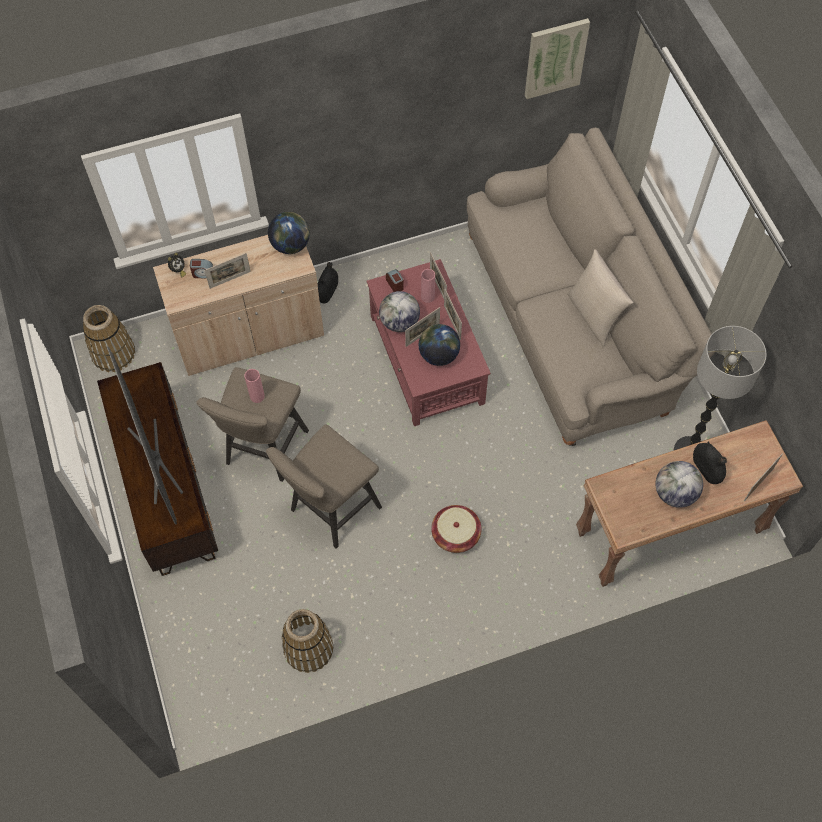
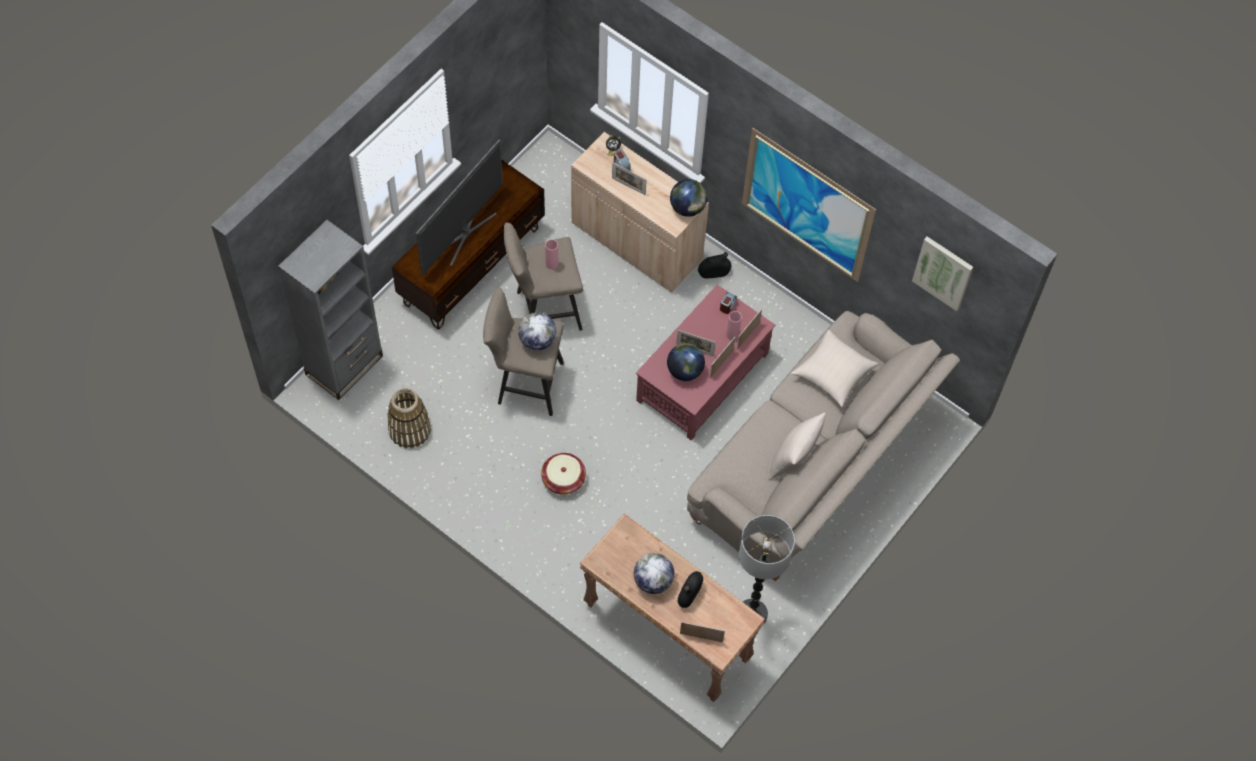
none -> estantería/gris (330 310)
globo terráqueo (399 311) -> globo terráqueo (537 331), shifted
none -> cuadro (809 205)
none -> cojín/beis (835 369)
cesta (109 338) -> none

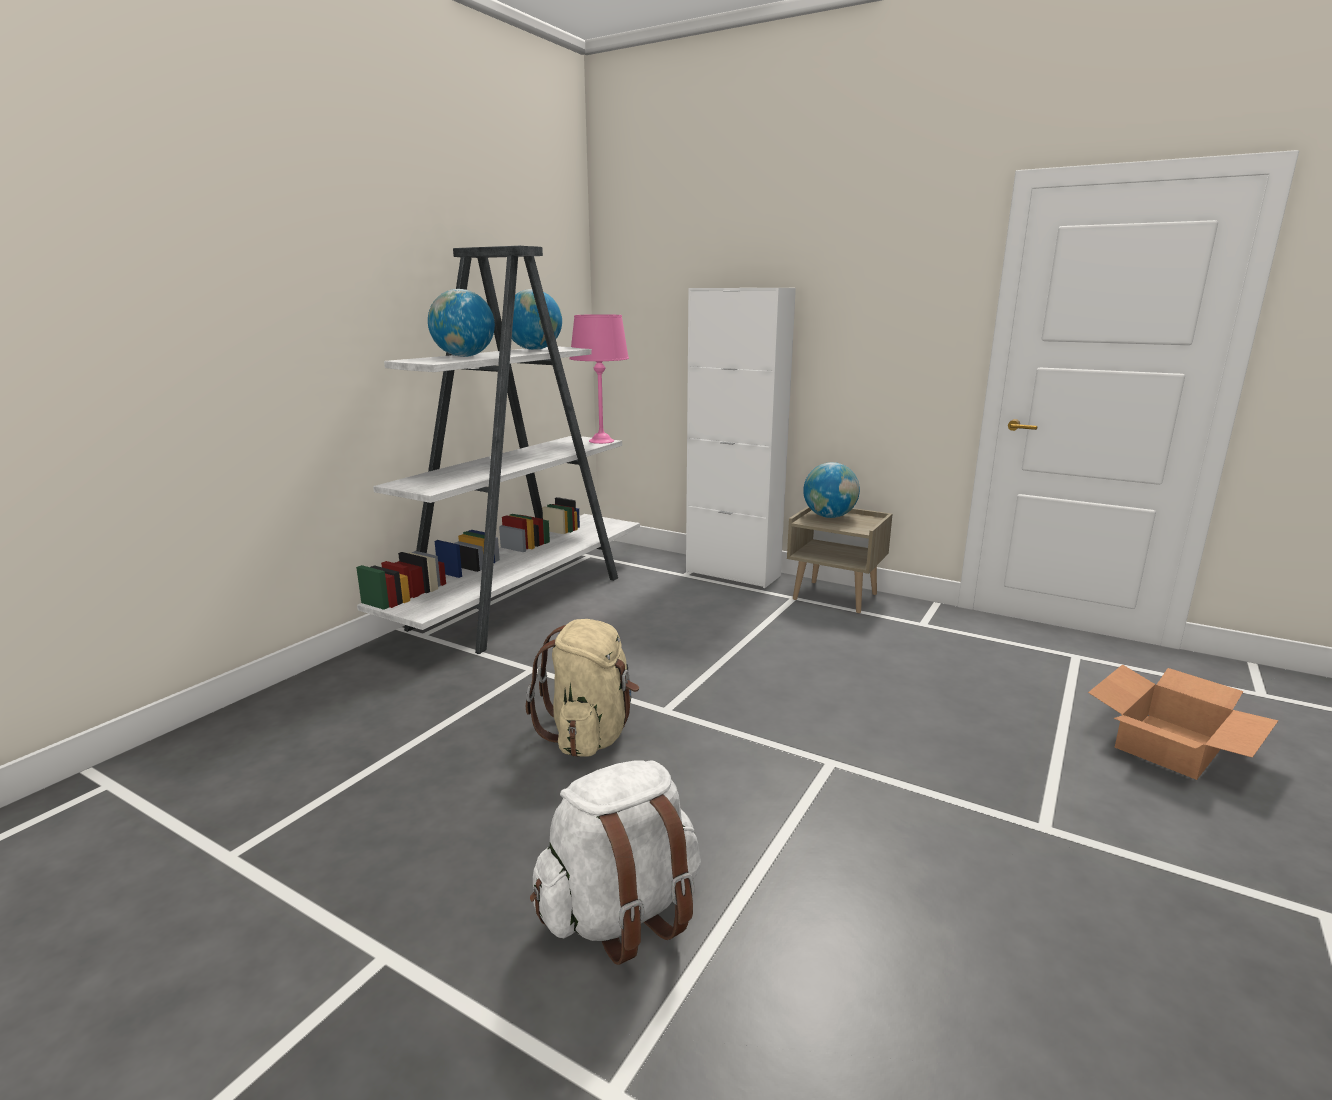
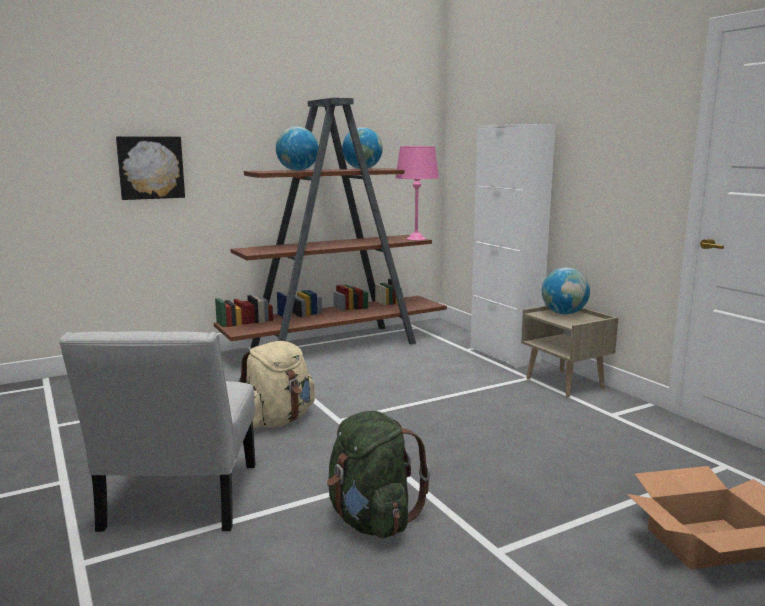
mochila/blanco (615 862) -> silla/blanco (157 431)
none -> cuadro (150 168)
estantería/blanco (498 450) -> estantería/marrón (330 223)
none -> mochila/verde (379 475)

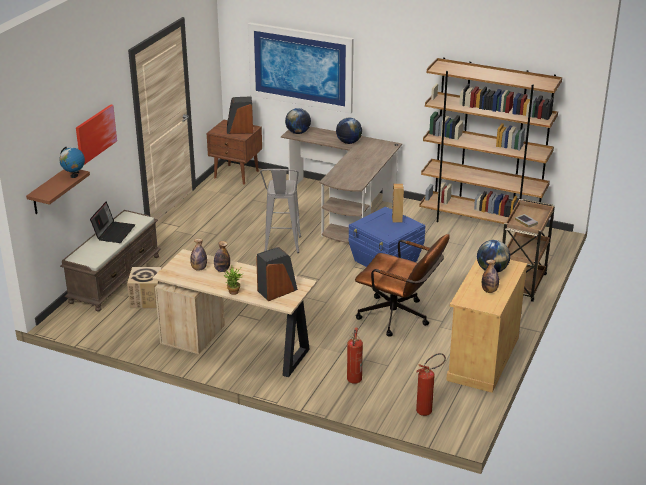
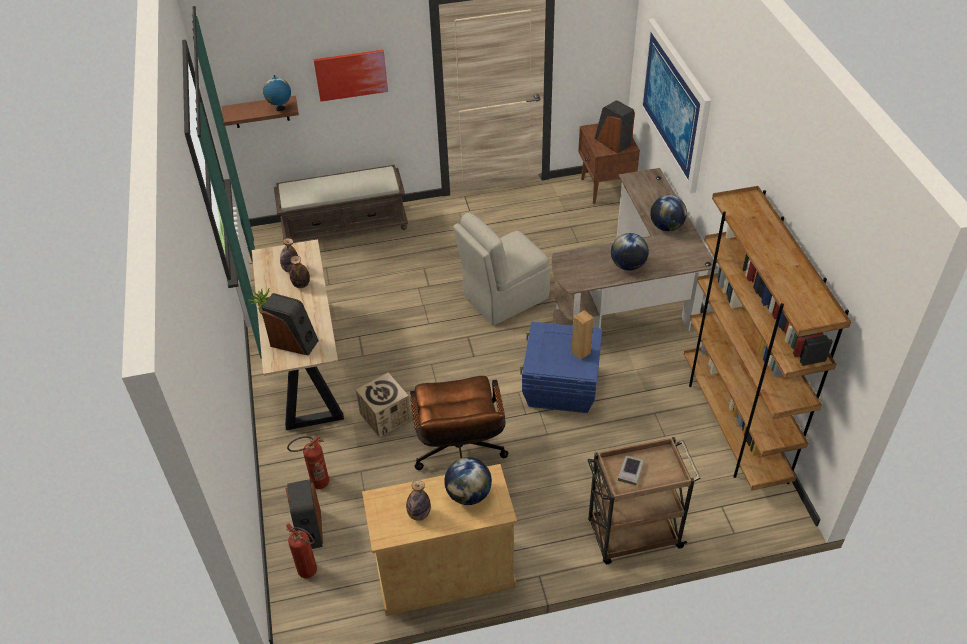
none -> altavoz (304 514)
caja de cartón (144 288) -> caja de cartón (383 405), shifted
taburete/gris (280 211) -> silla/beis (501 269)
globo terráqueo (298 121) -> globo terráqueo (630 252), shifted
portátil (112 222) -> none

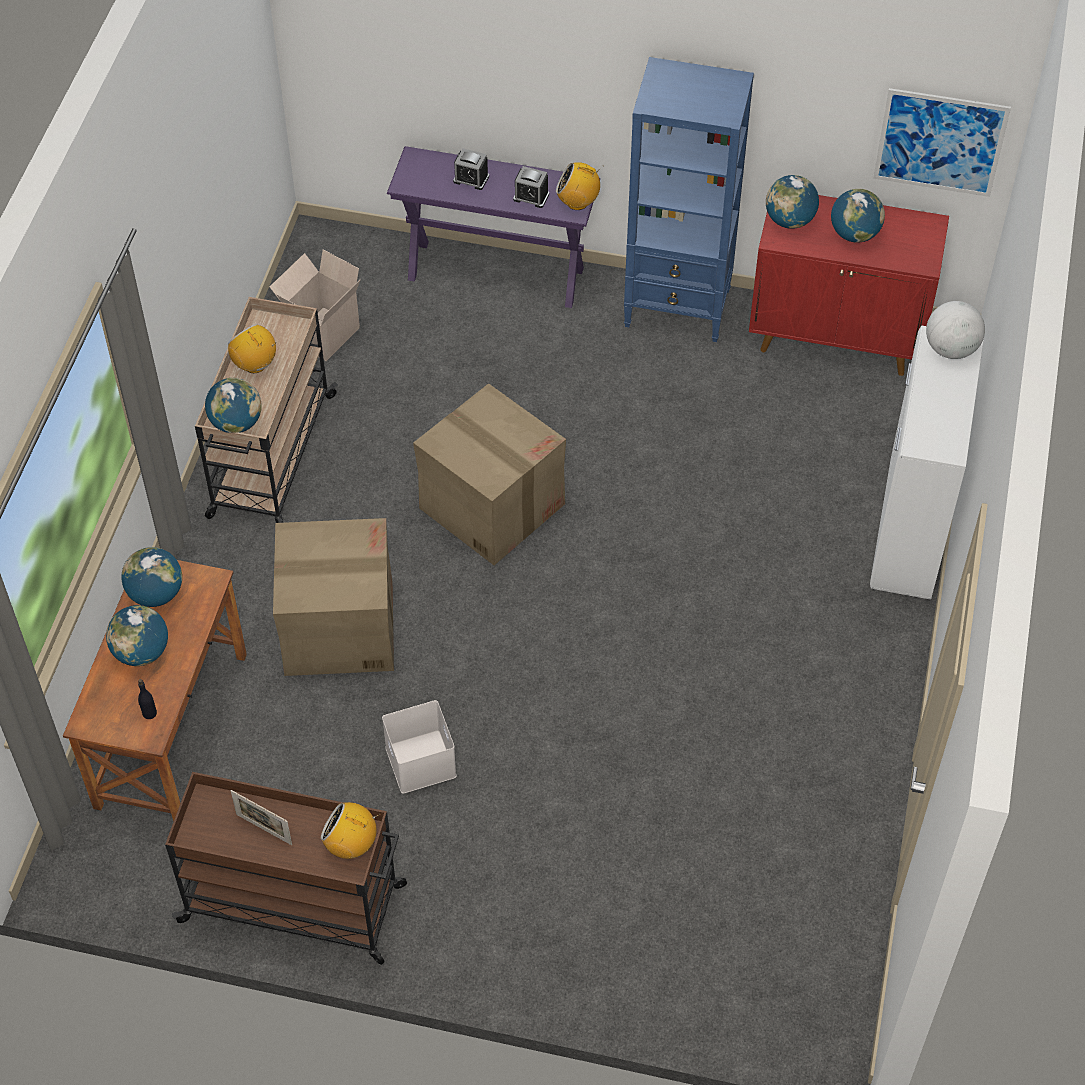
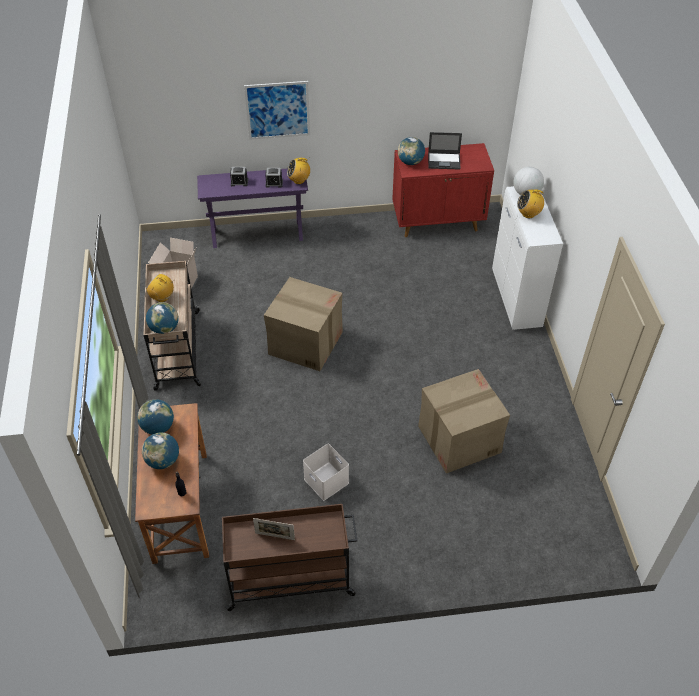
cuadro (942 142) -> cuadro (277 110), shifted
caja de cartón (333 597) -> caja de cartón (464 421), shifted
globo terráqueo (858 216) -> portátil (445 151)
radio (350 830) -> radio (530 204), shifted
estantería/azul (689 199) -> none

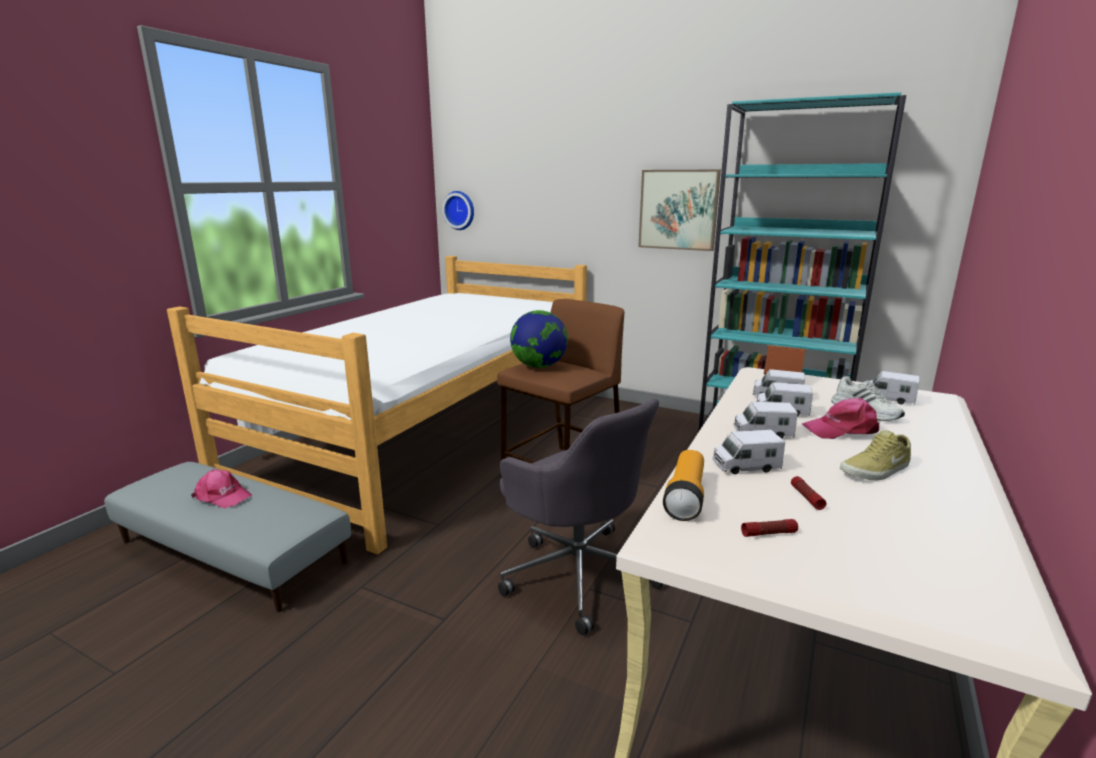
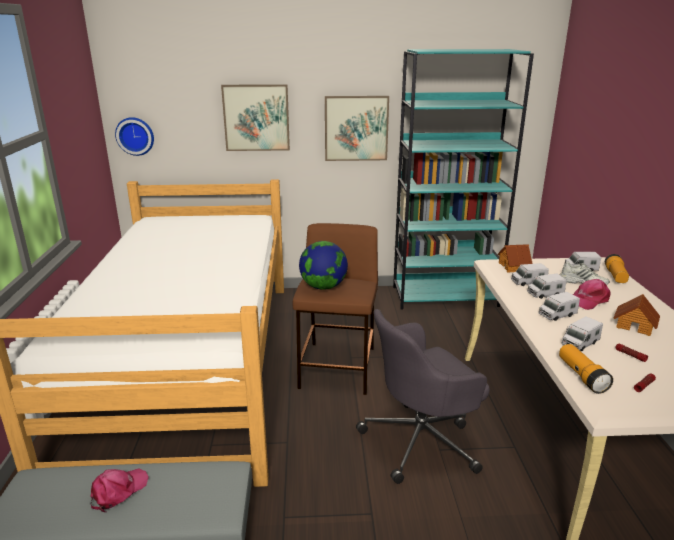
gorra/rosa (221 488) -> gorra/rosa (119 490), 45 degrees counterclockwise
none -> cuadro (255 117)
silla de oficina/gris (582 516) -> silla de oficina/gris (423 396), 135 degrees clockwise
none -> linterna (617 268)
zapato/beis (875 455) -> casita (636 315)

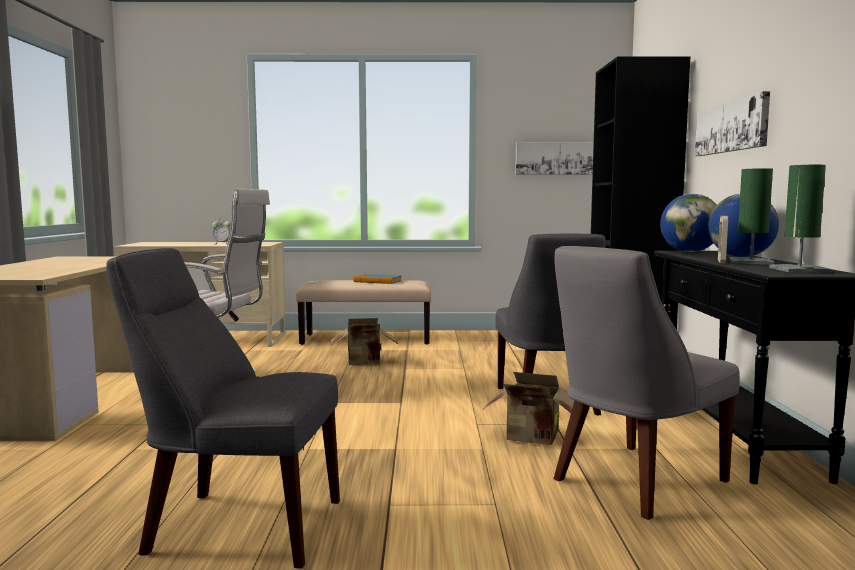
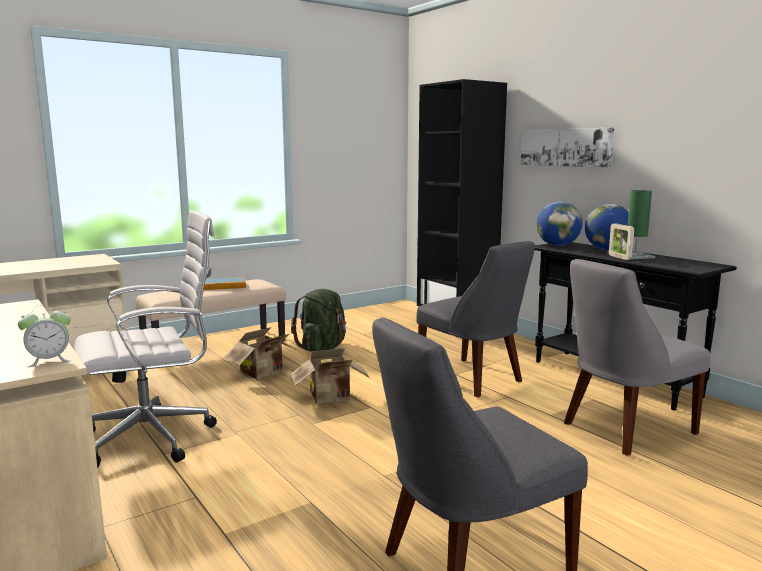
despertador (221 232) -> despertador (44 336), shifted
none -> mochila/verde (318 320)
caja de cartón (528 408) -> caja de cartón (330 376), shifted
silla/gris (646 383) -> silla/gris (637 357), 45 degrees clockwise
cuadro (554 158) -> none
lámpara de mesa/verde (800 218) -> none

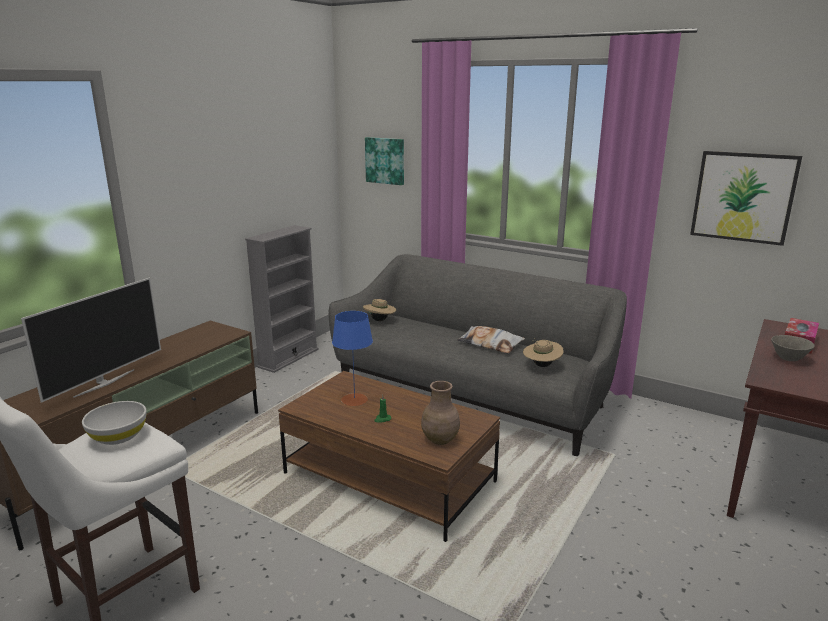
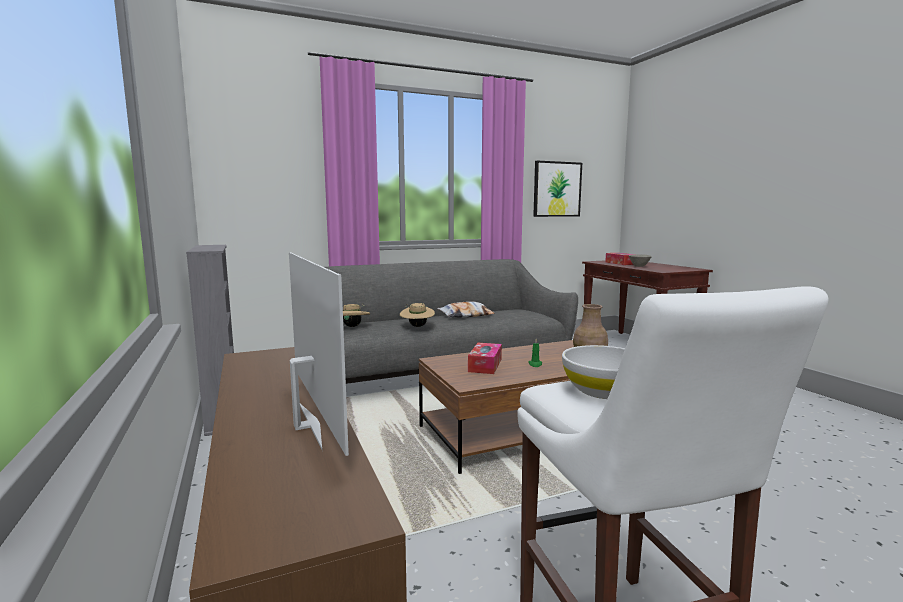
sombrero/beis (543 352) -> sombrero/beis (417 315), shifted
lámpara de mesa/azul (352 358) -> caja de pañuelos (485 358)
cuadro (384 161) -> none

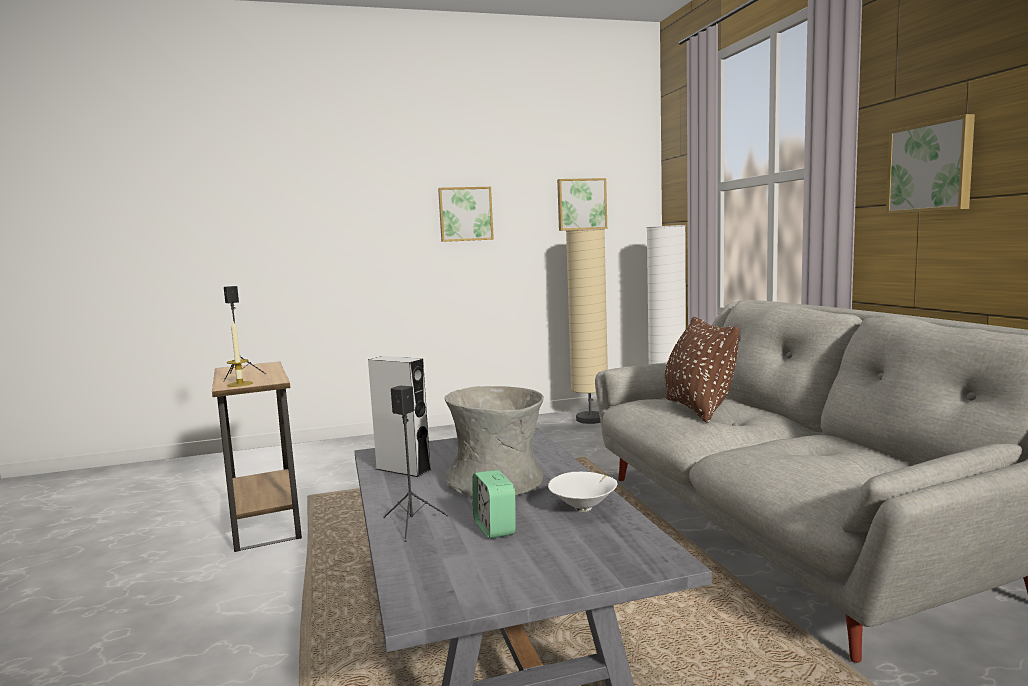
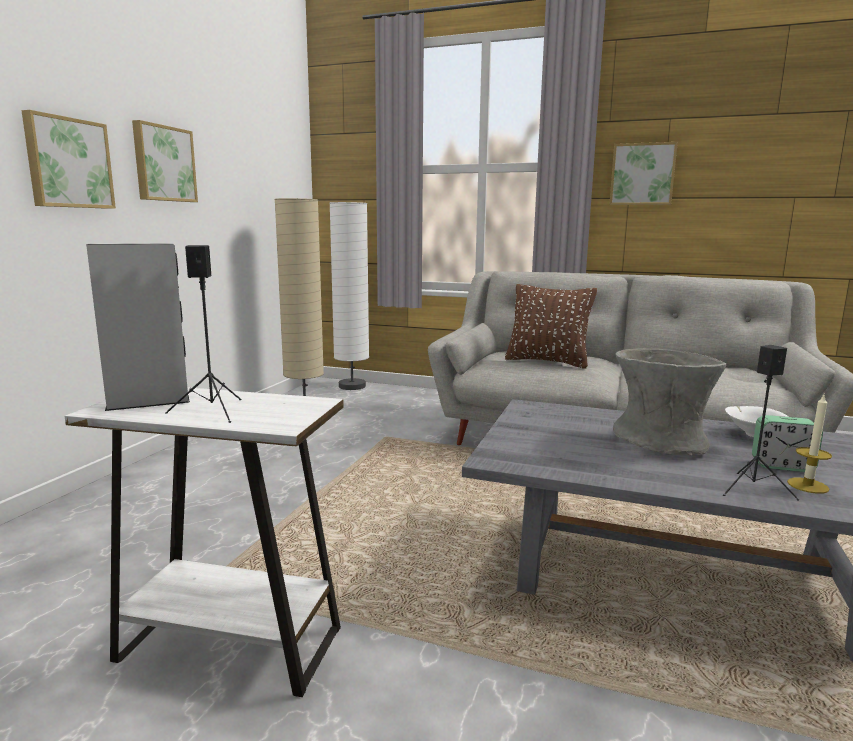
cuadro (582 204) -> cuadro (68 159), shifted
mesa auxiliar/marrón (257 456) -> mesa auxiliar/blanco (204 542)
altavoz/gris (399 416) -> altavoz/gris (138 327), shifted
vela (240 354) -> vela (809 444), shifted

